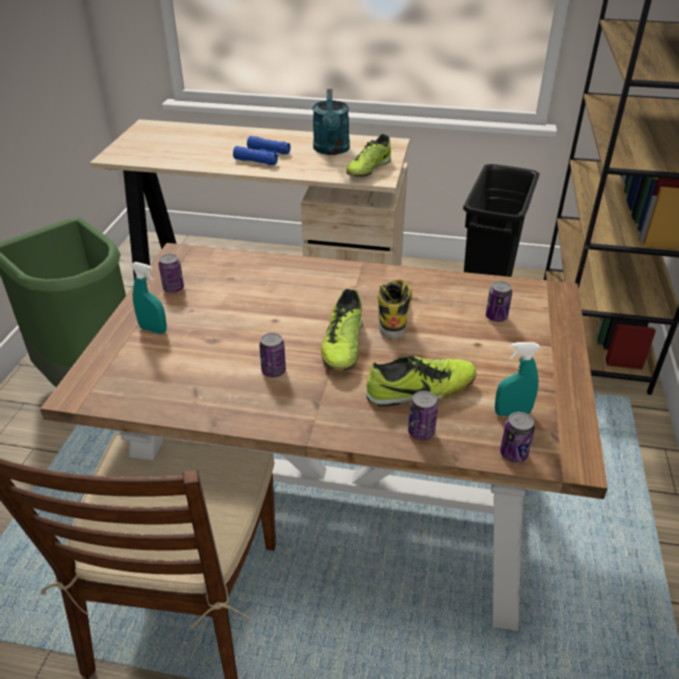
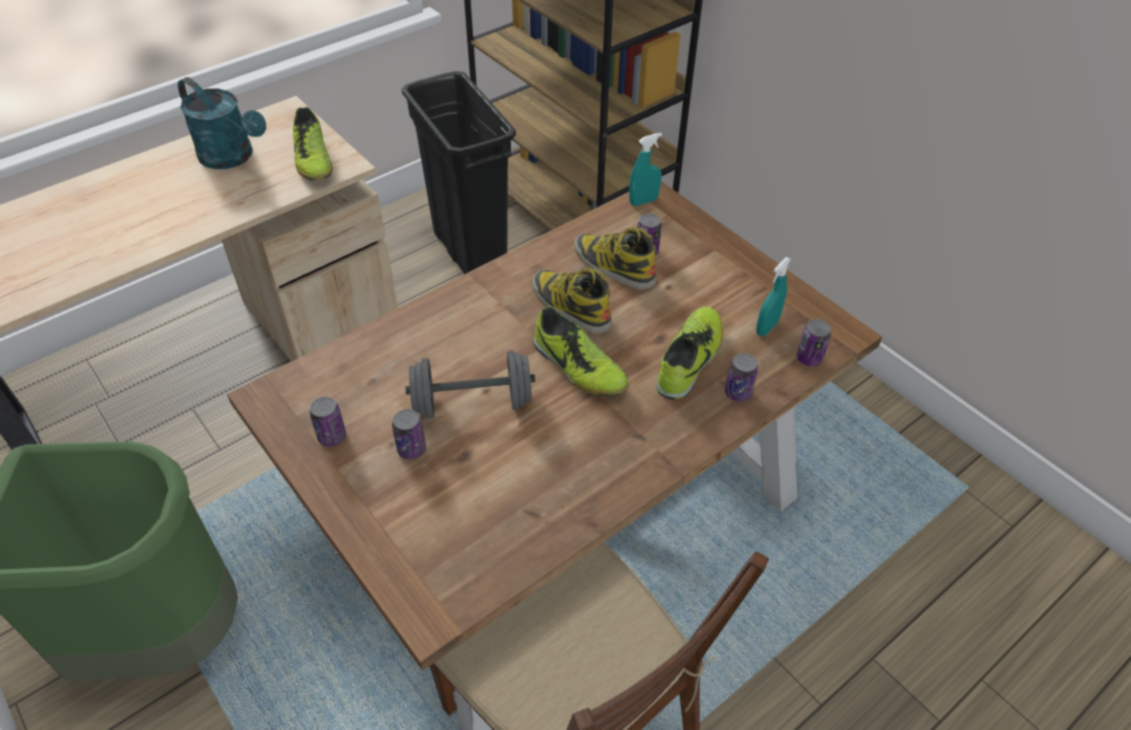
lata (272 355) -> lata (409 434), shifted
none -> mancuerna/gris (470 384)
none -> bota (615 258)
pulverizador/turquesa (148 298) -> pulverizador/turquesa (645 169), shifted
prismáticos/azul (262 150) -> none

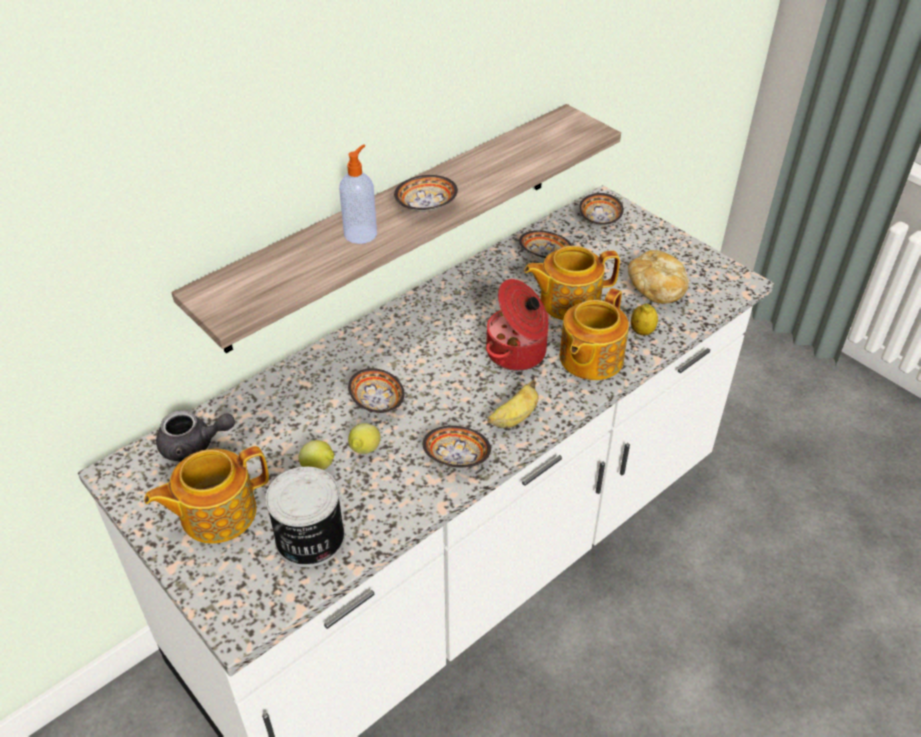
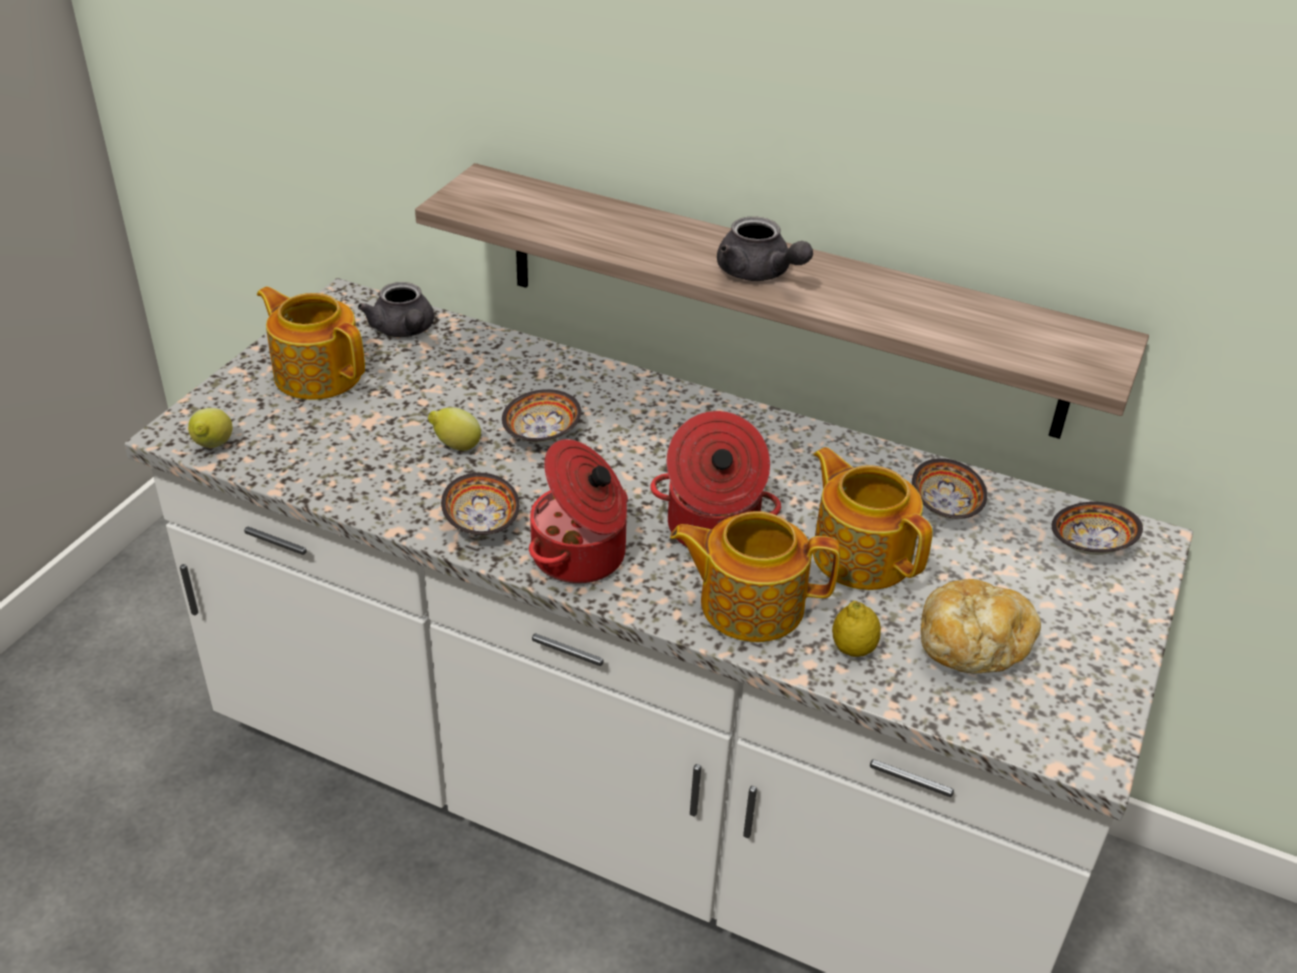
limón (316 455) -> limón (210 428), shifted
plátano (512 404) -> olla (578 511)
cuenco (426 193) -> tetera/gris (765 249)
lata (305 517) -> none
dispensador de jabón (358 194) -> none

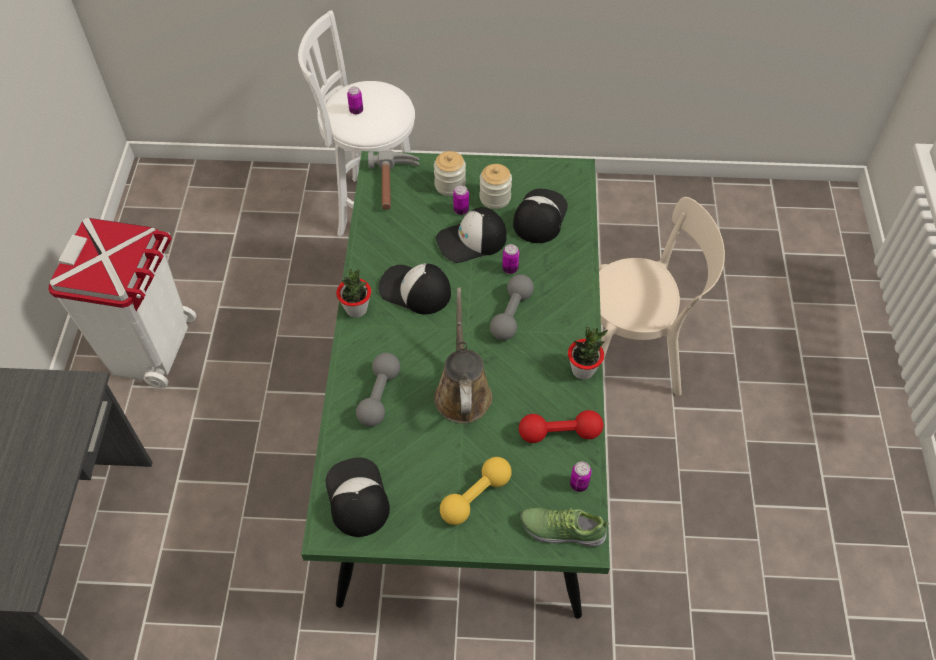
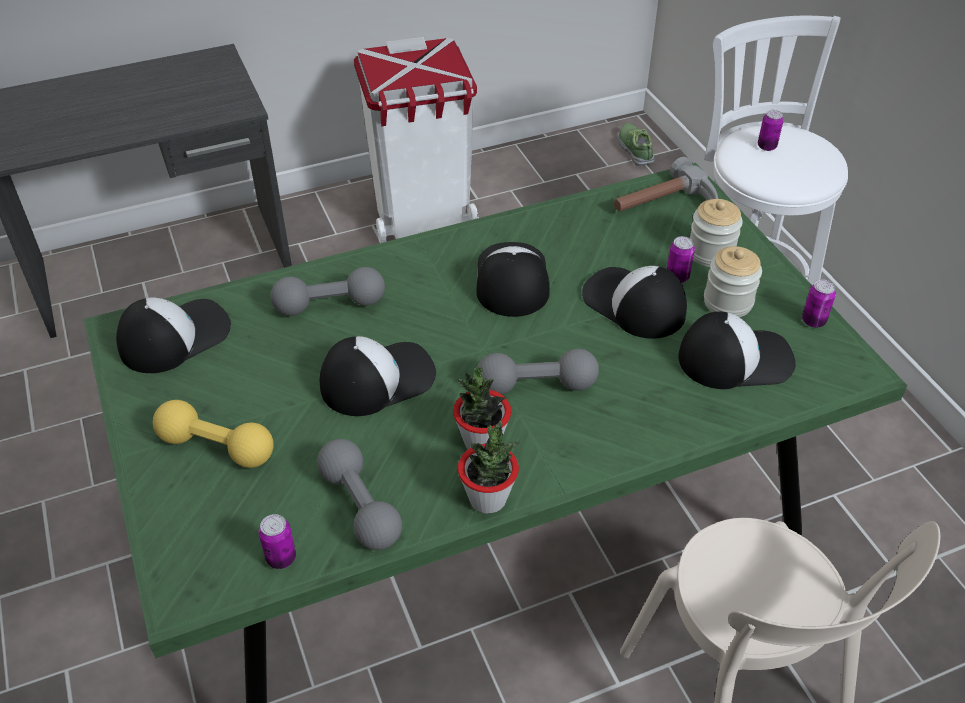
mancuerna/rojo (561 426) -> mancuerna/gris (359 494)
regadera/marrón (463 355) -> gorra (378 376)
planta en maceta (353 293) -> planta en maceta (482 408), shifted
zapato (564 527) -> zapato (636 144), shifted
lata (511 259) -> lata (819 303), shifted

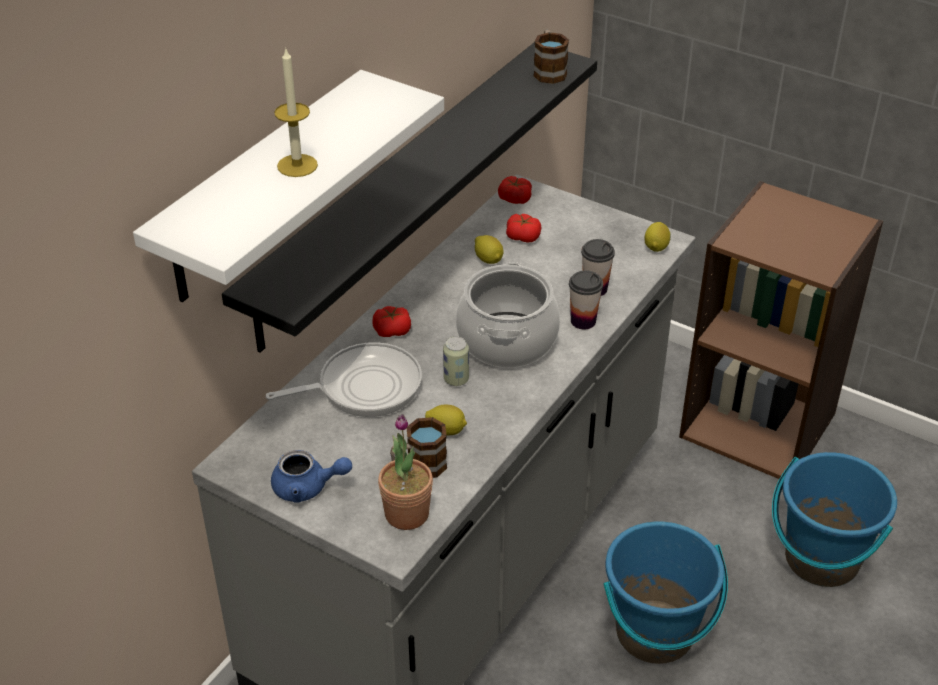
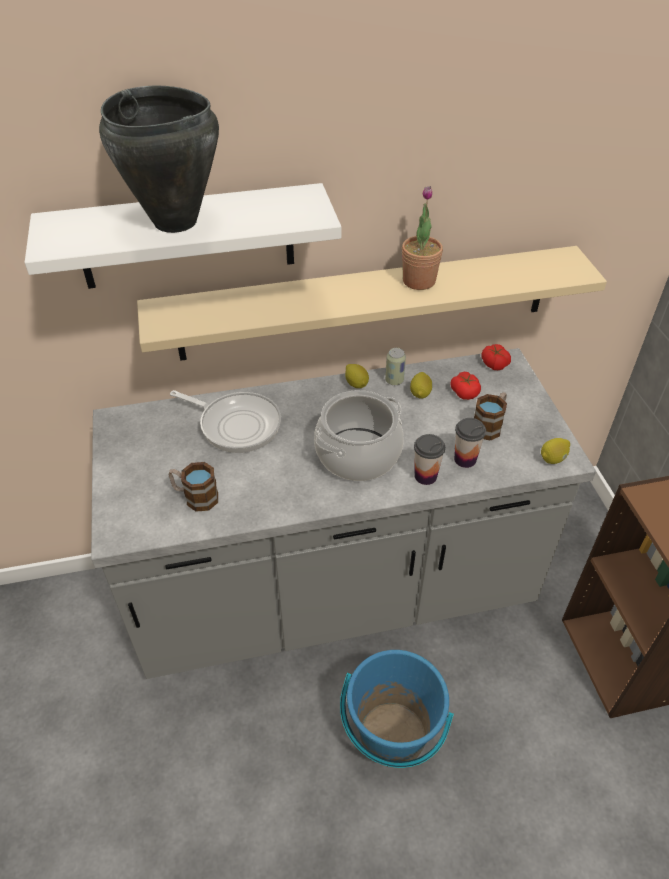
vela (296 112) -> olla/negro (159 159)
estante/negro (409 197) -> estante/beis (372 303)
limón (446 420) -> limón (357 376), shifted
lata (456 361) -> lata (395 366), shifted
planta en maceta (405 472) -> planta en maceta (422 238), shifted
taza grande (551 57) -> taza grande (490 416), shifted
tetera/azul (311 476) -> none
tomate (392 321) -> none
cubo/azul (834 519) -> none

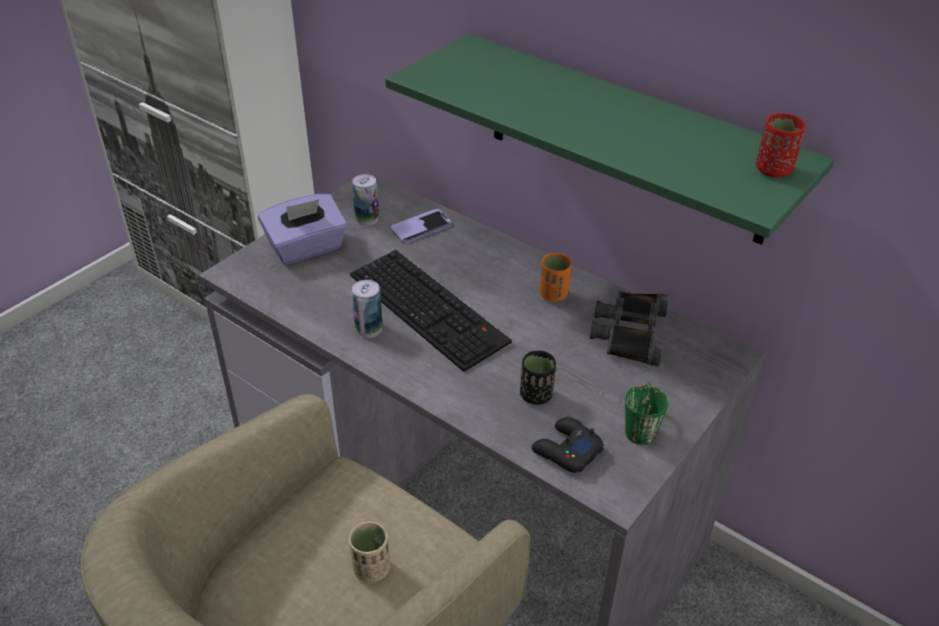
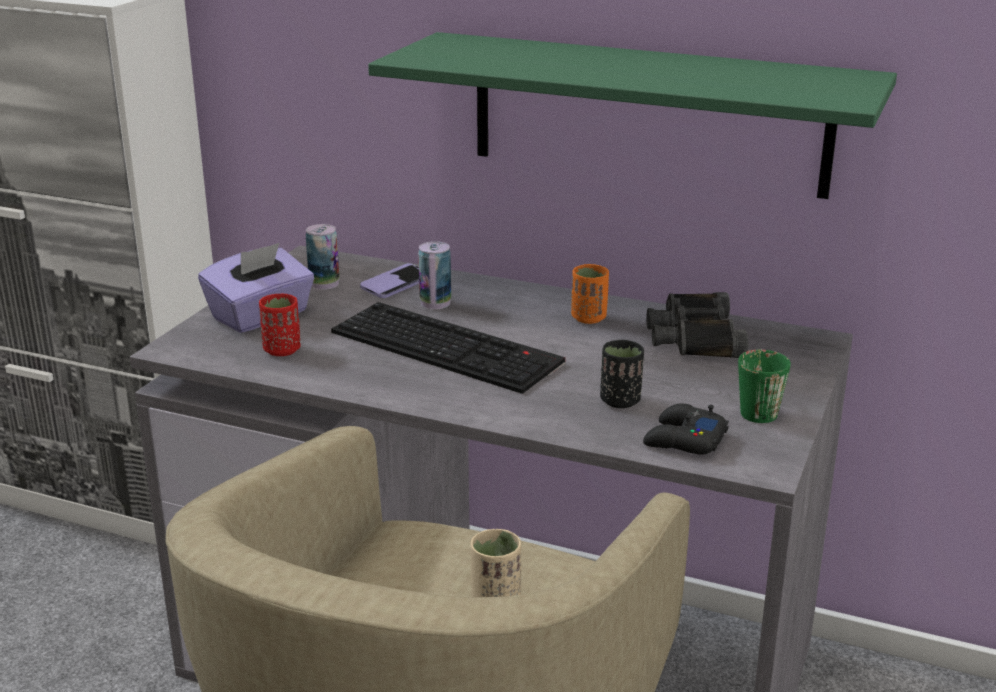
taza/rojo (781 145) -> taza/rojo (279 324), shifted
lata (367 309) -> lata (434 275), shifted

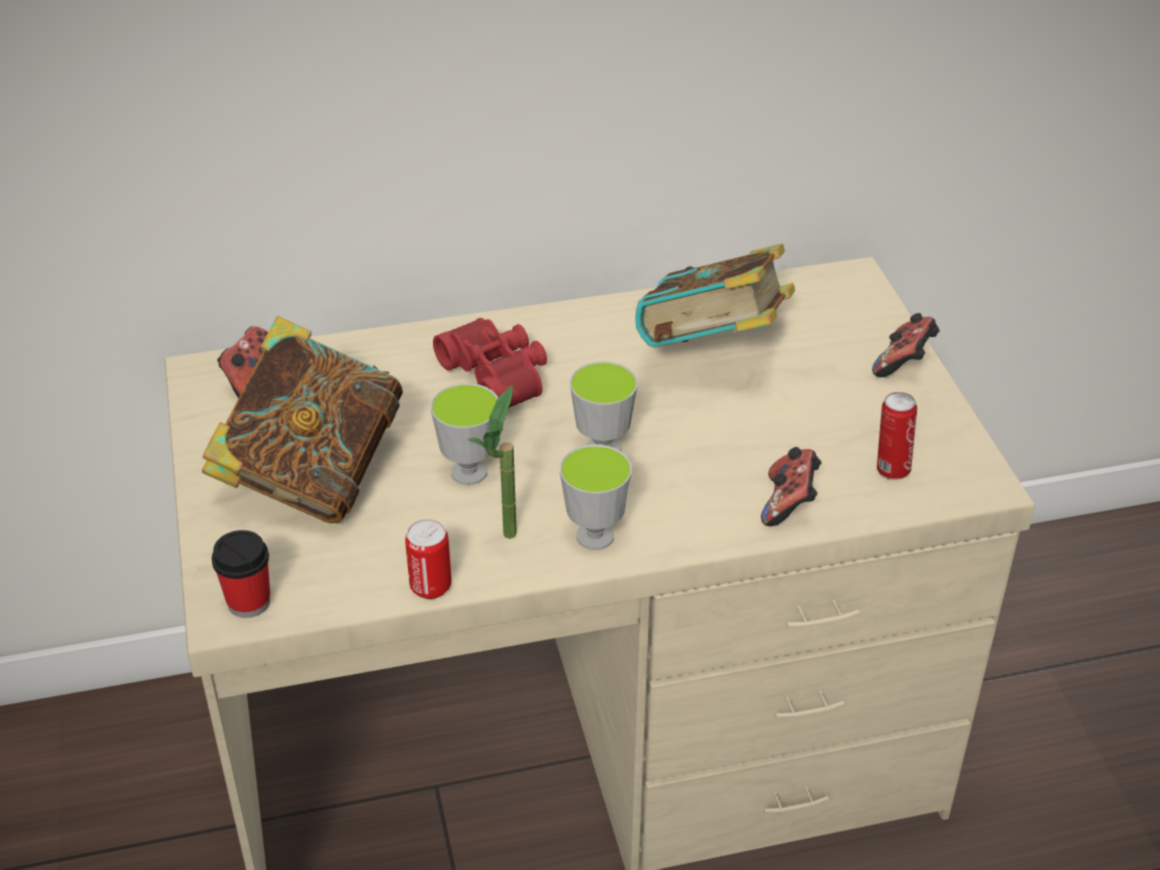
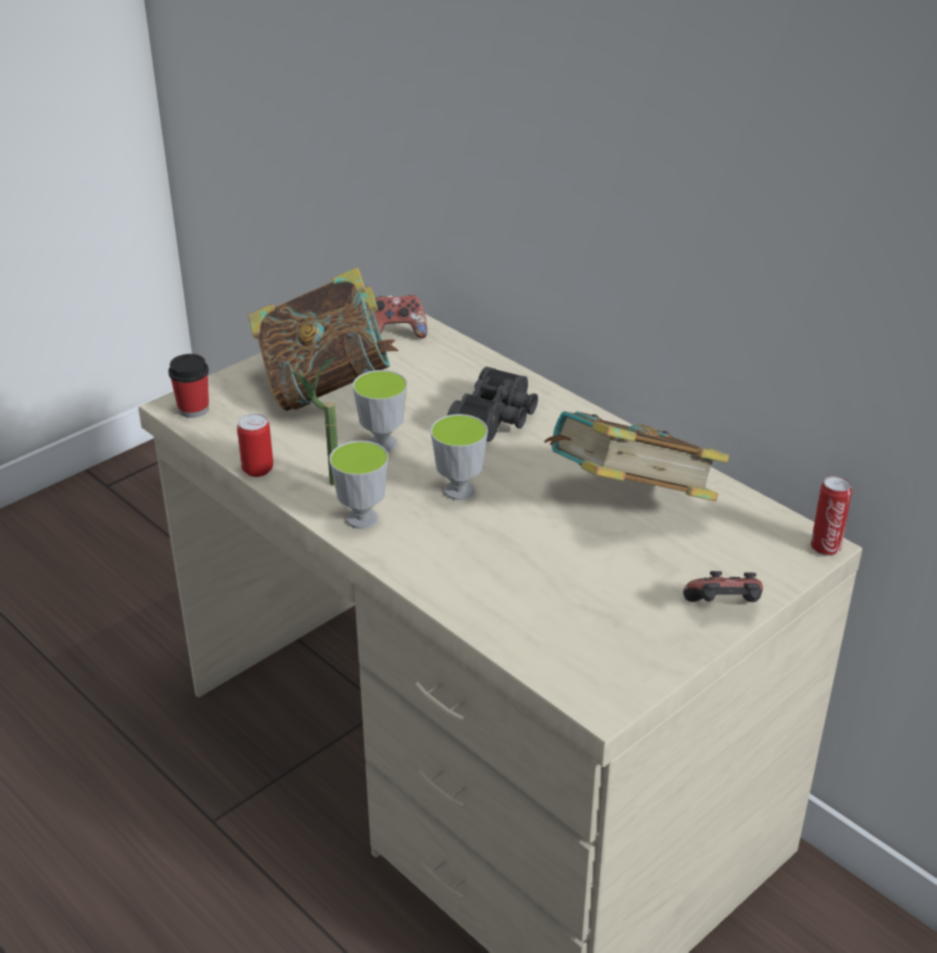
prismáticos/rojo (490 363) -> prismáticos/negro (492 404)
lata (897 436) -> lata (831 516), shifted
mando de consola (791 486) -> none

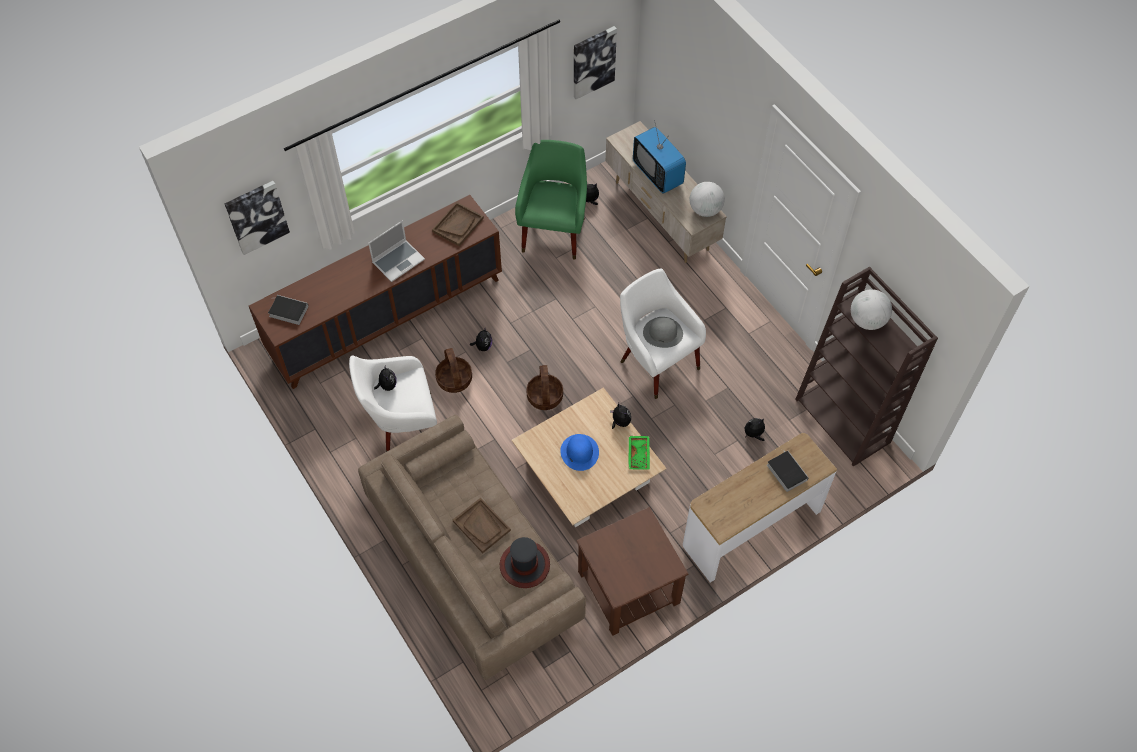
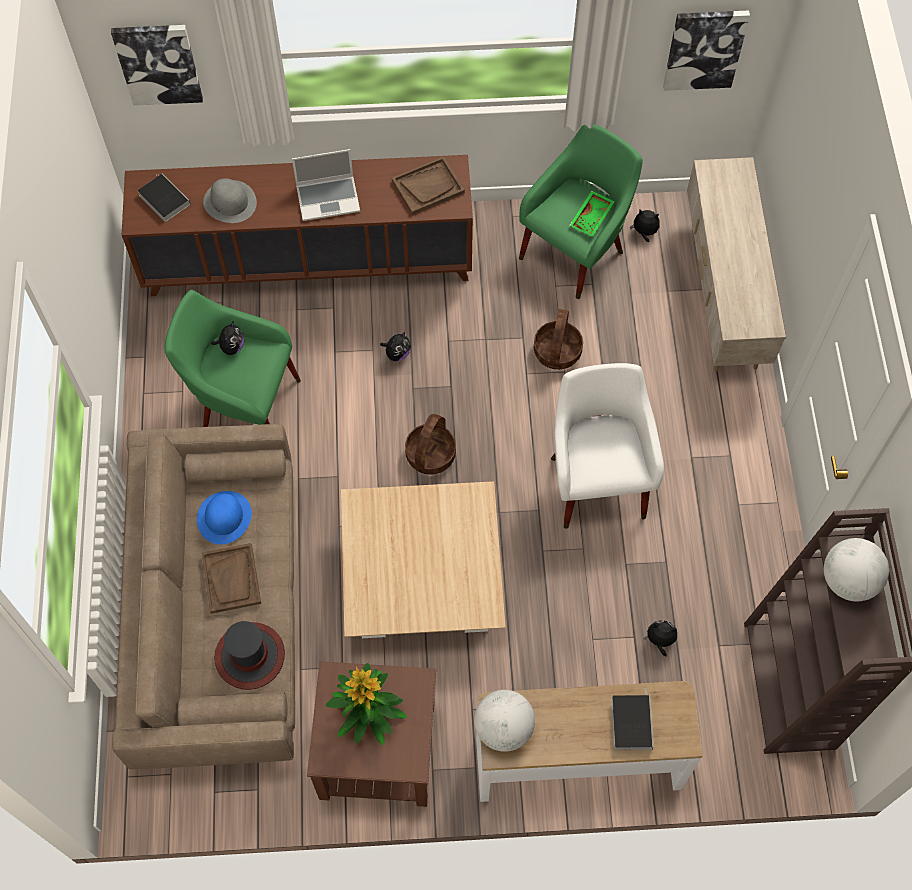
sillón/blanco (393 404) -> sillón/verde (233 358)
sombrero/azul (579 452) -> sombrero/azul (224 517), shifted
sombrero/gris (663 332) -> sombrero/gris (230 201), shifted
none -> planta en maceta (366 704)
globo terráqueo (707 199) -> globo terráqueo (504 721), shifted
cesta (453 370) -> cesta (558 339), shifted
bandeja/verde (639 453) -> bandeja/verde (592 213), shifted
peluche (620 416) -> none
televisor (659 157) -> none

